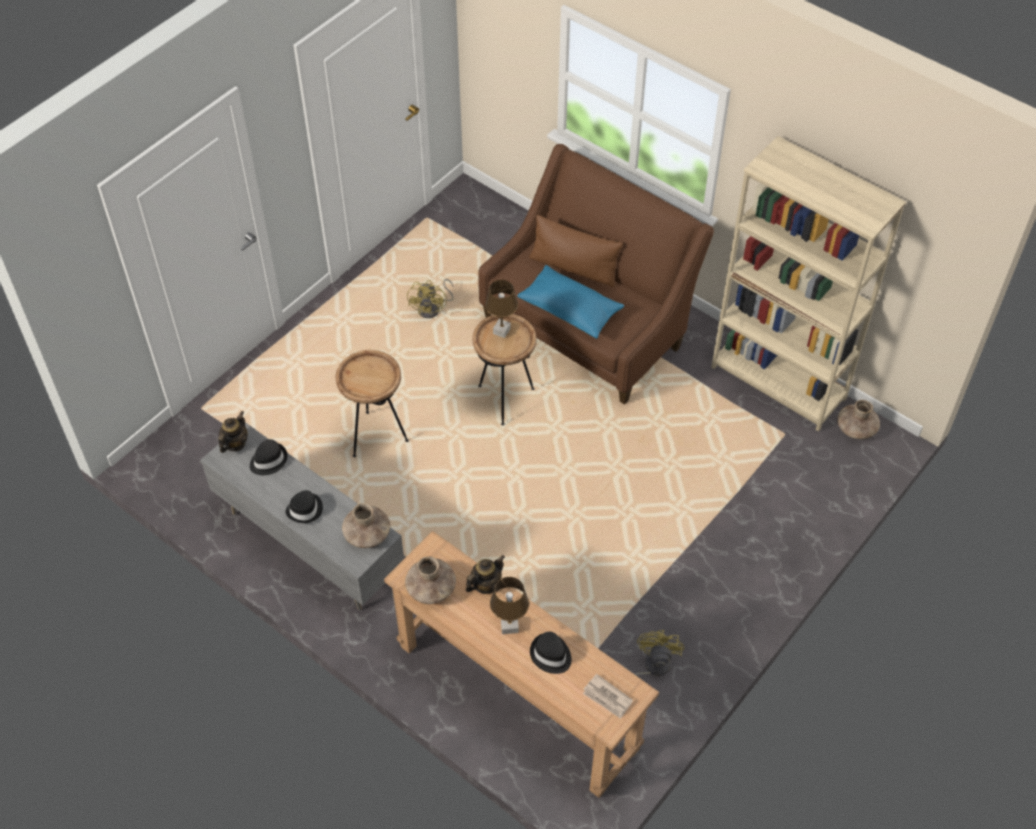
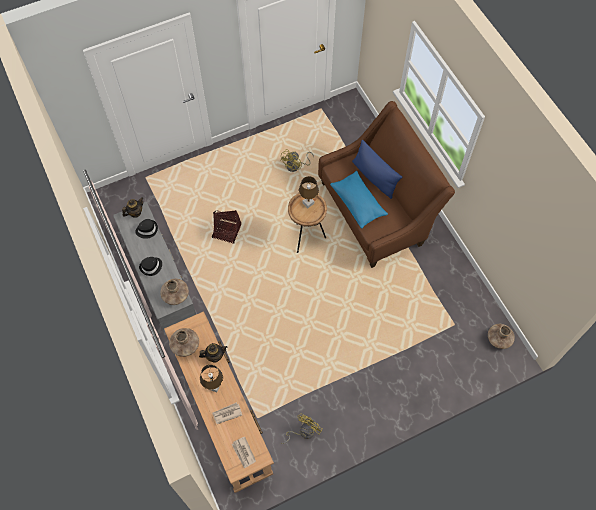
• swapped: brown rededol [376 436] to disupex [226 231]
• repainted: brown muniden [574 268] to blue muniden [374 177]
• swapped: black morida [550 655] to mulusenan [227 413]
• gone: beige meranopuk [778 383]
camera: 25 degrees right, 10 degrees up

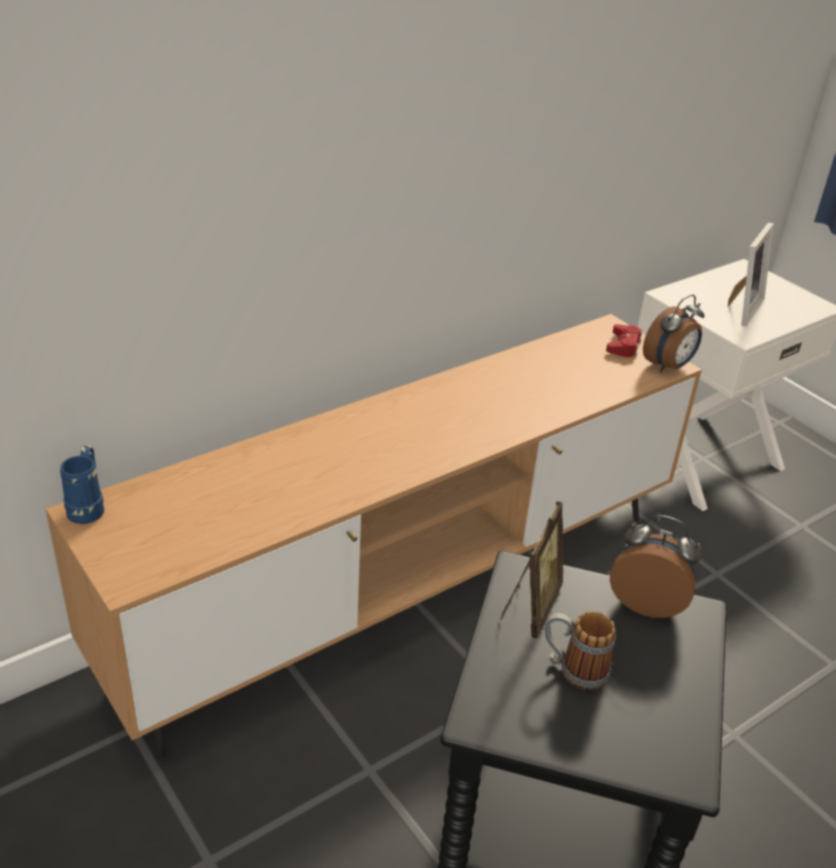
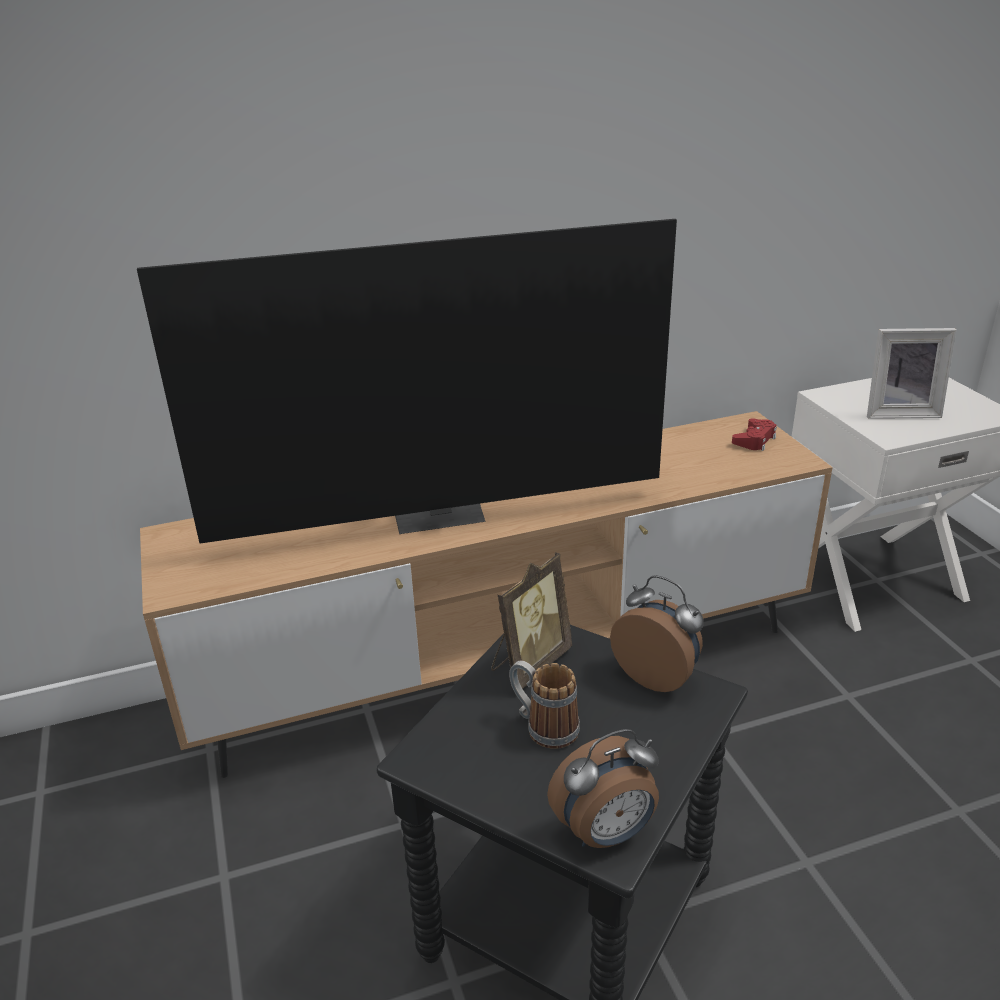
• gone: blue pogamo [88 507]
• shifted: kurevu [669 366] to [606 833]
• rotated: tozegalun [740 309] = [899 412] 45 degrees clockwise
• new: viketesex [438 512]
camera: 20 degrees right, 5 degrees down

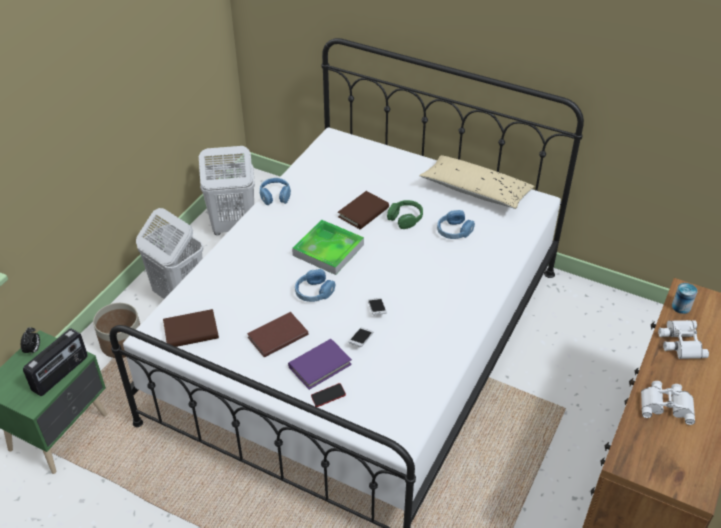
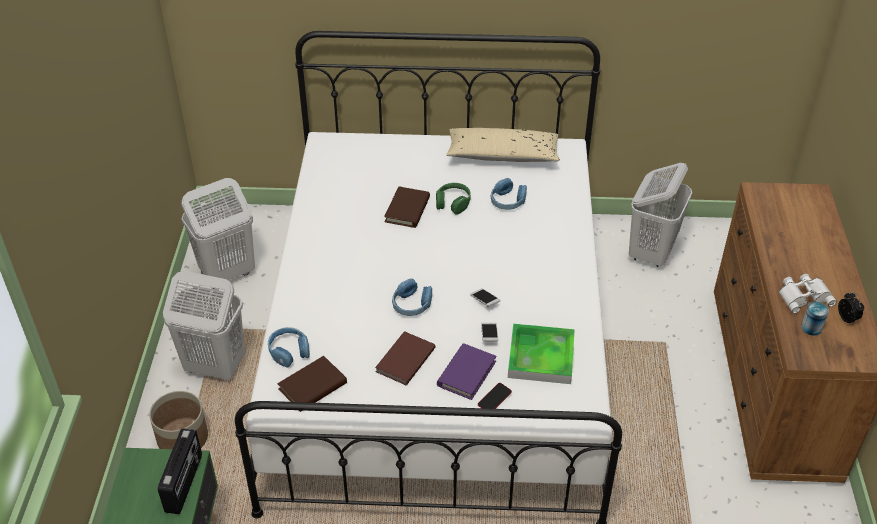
• shifted: kurevu [33 350] to [847 319]
• shifted: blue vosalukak [275 196] to [289 351]
• shifted: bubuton [328 250] to [541 357]
• gone: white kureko [680 342]
• shifted: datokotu [681 307] to [811 328]
• new: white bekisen [651 253]
camera: 25 degrees left, 0 degrees up

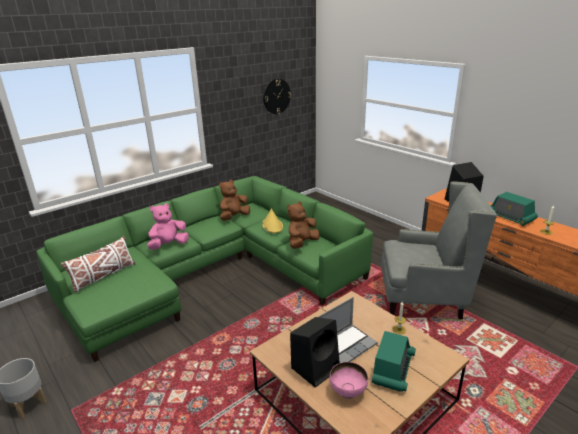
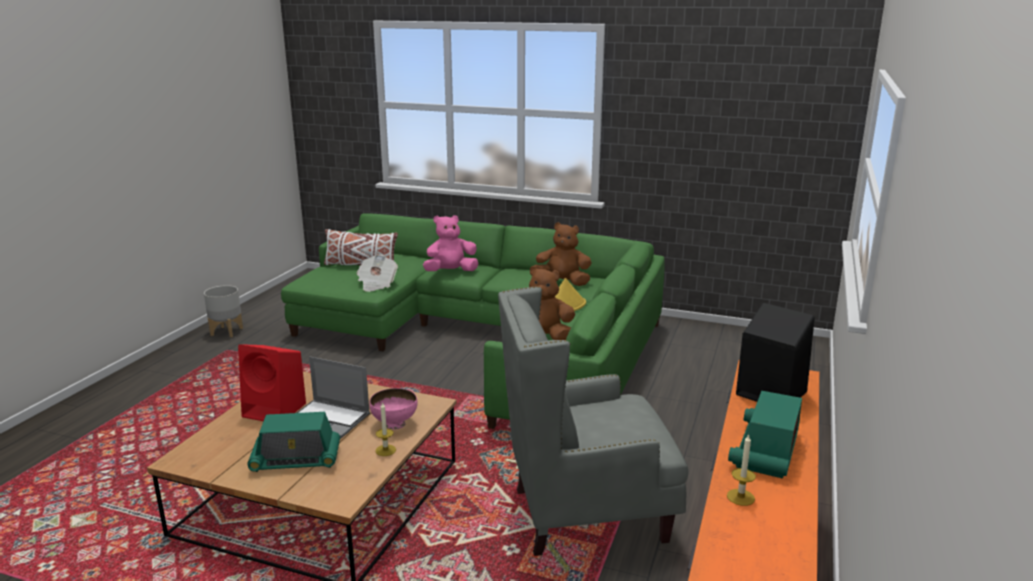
• rotated: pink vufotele [168 245] = [450 272] 45 degrees counterclockwise
• gone: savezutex [276 96]
• repainted: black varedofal [316 367] to red varedofal [276 410]
• shifted: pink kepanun [347 392] to [394 424]
• rotated: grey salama [422 301] = [586 516] 105 degrees clockwise
• new: mulusenan [377 284]
camera: 60 degrees right, 5 degrees down

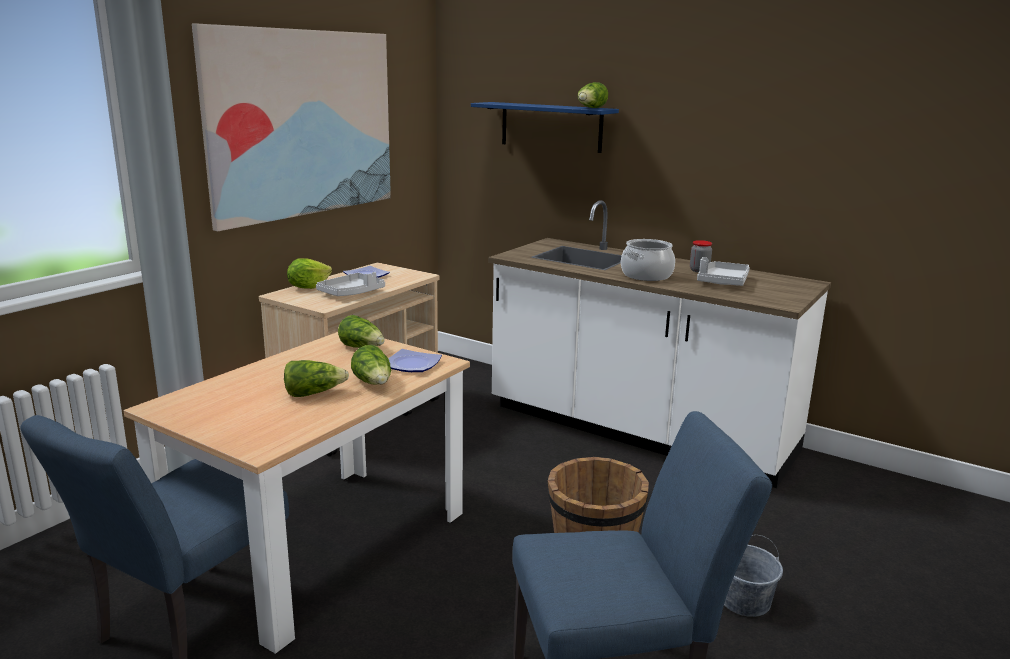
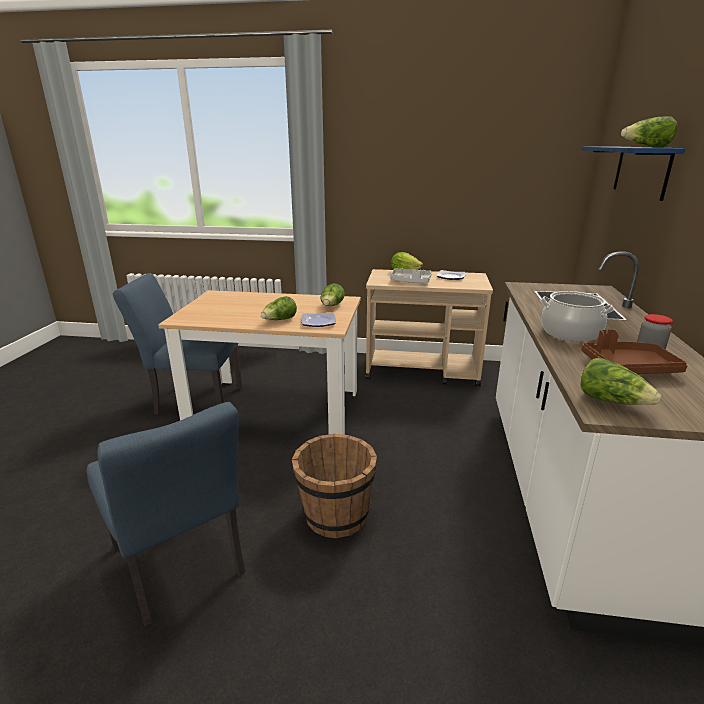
• gone: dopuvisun [303 124]
• shifted: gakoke [313 393] to [611 401]
• repainted: grey bubuton [722 282] to brown bubuton [628 367]
• gone: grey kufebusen [745 601]
camera: 65 degrees right, 5 degrees up

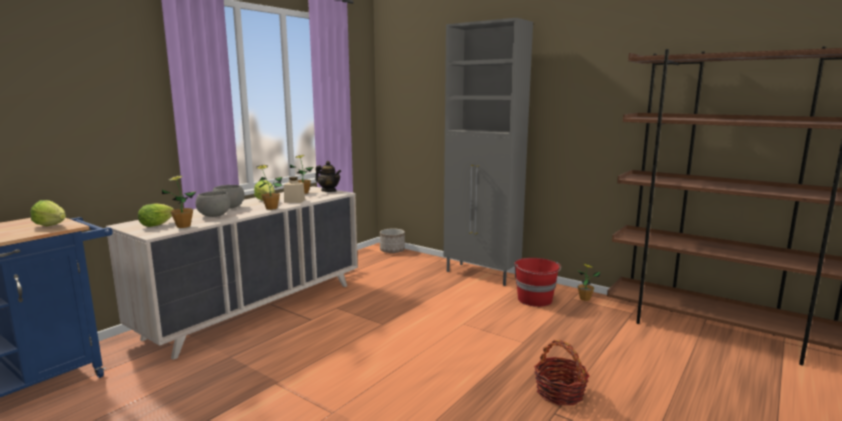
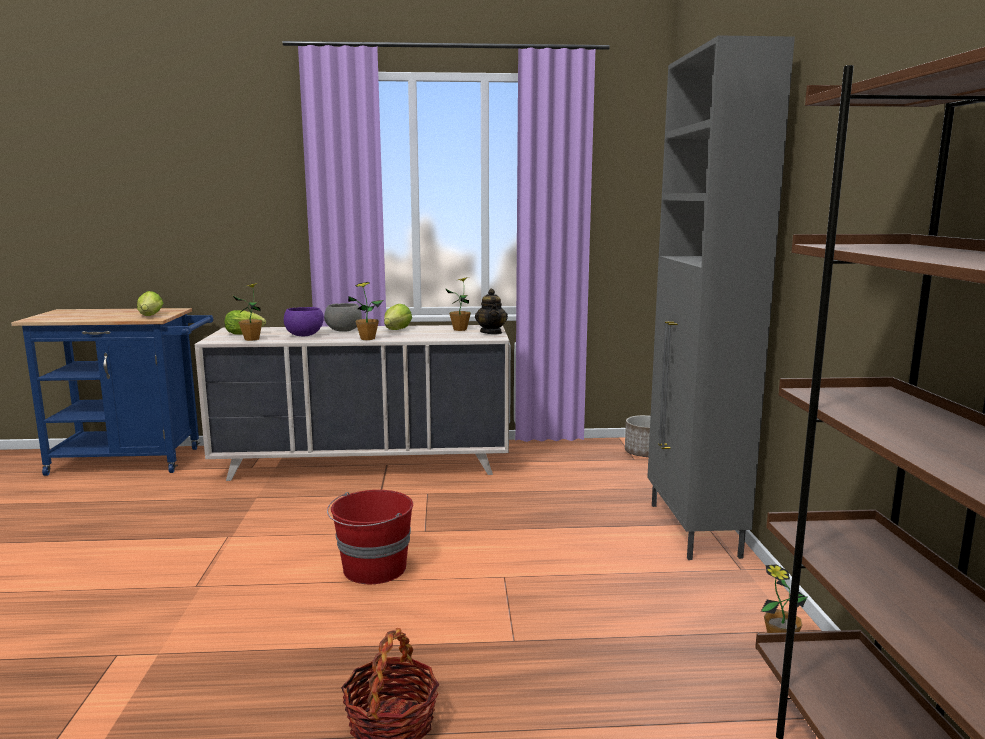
• repainted: grey kepanun [214 216] to purple kepanun [304 335]
• gone: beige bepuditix [294 201]
• shifted: red kufebusen [535 300] to [373 569]
camera: 50 degrees right, 0 degrees up

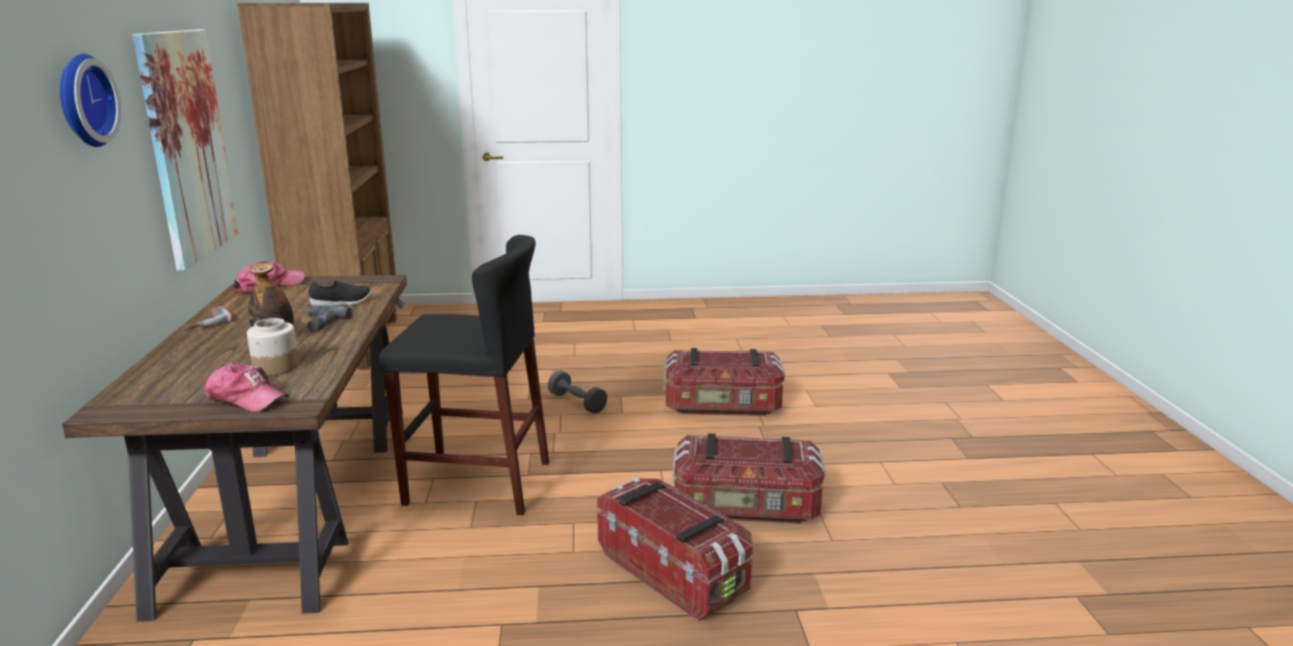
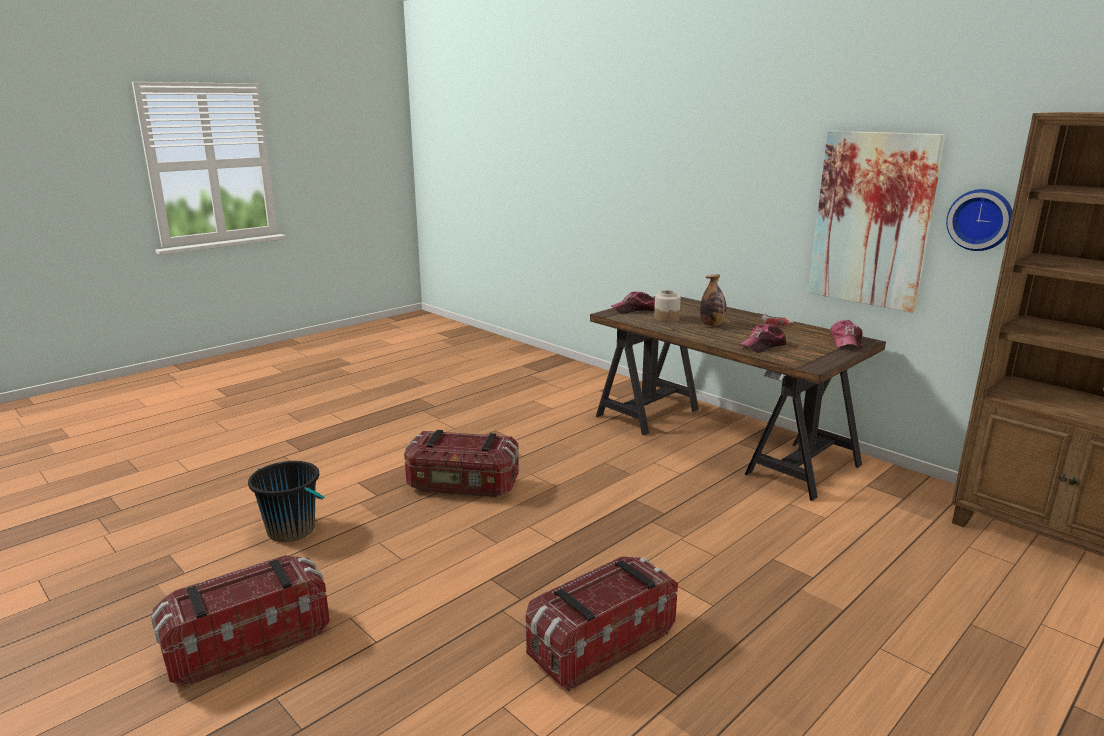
• shifted: savezutex [82 101] to [981 219]
• gone: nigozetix [318 323]
• swapped: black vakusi [341 303] to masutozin [763 346]
• gone: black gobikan [477 483]
• gone: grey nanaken [577 403]
• shifted: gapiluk [746 508] to [247 641]
• new: black kufebusen [291 530]
camera: 140 degrees right, 0 degrees up

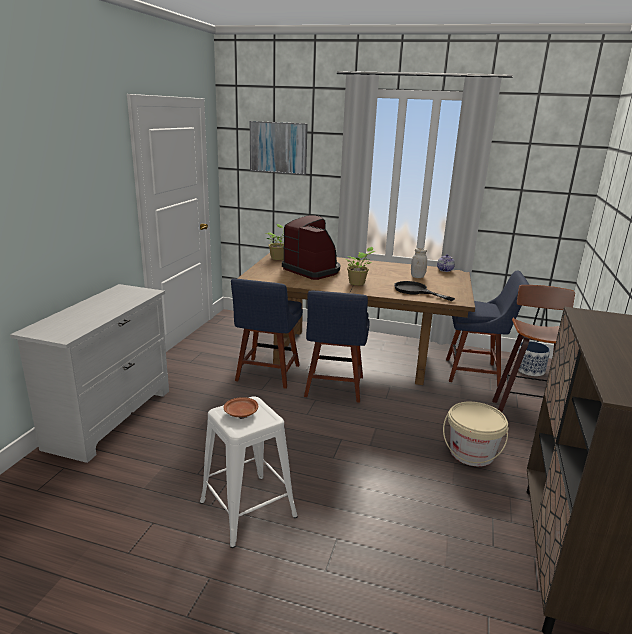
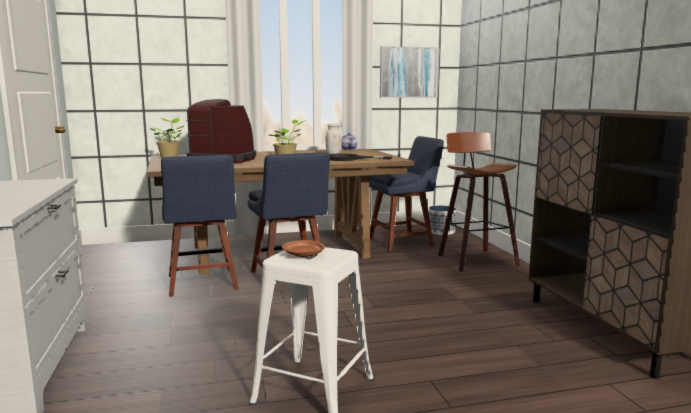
• shifted: dopuvisun [278 147] to [408 72]
• gone: beige kufebusen [471 453]
camera: 30 degrees left, 10 degrees down

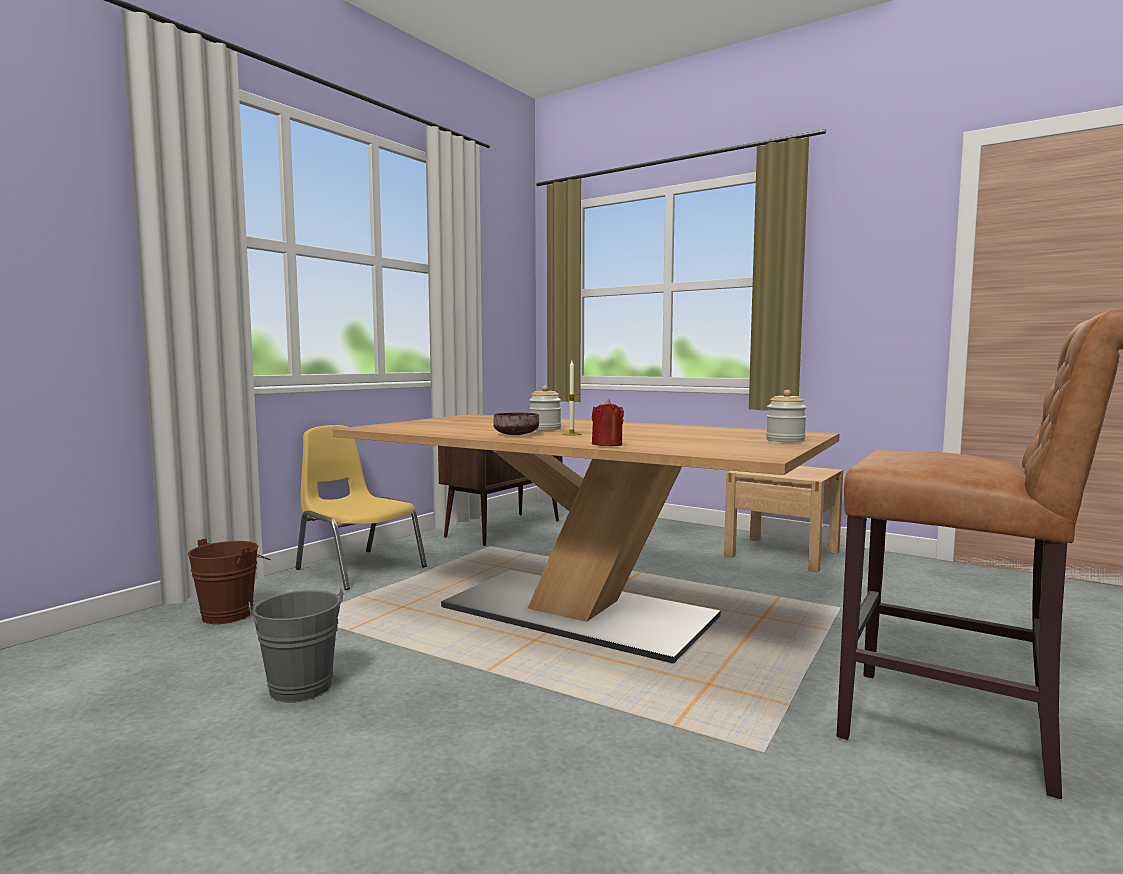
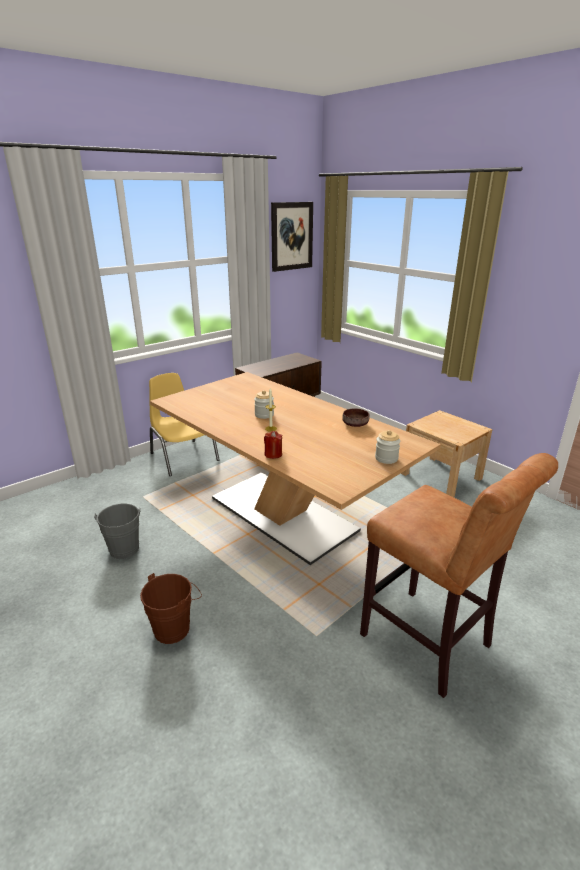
• shifted: brown kufebusen [232 613] to [175 627]
• shifted: brown kepanun [516 435] to [355 424]
• new: dopuvisun [291 236]
camera: 15 degrees right, 20 degrees up

